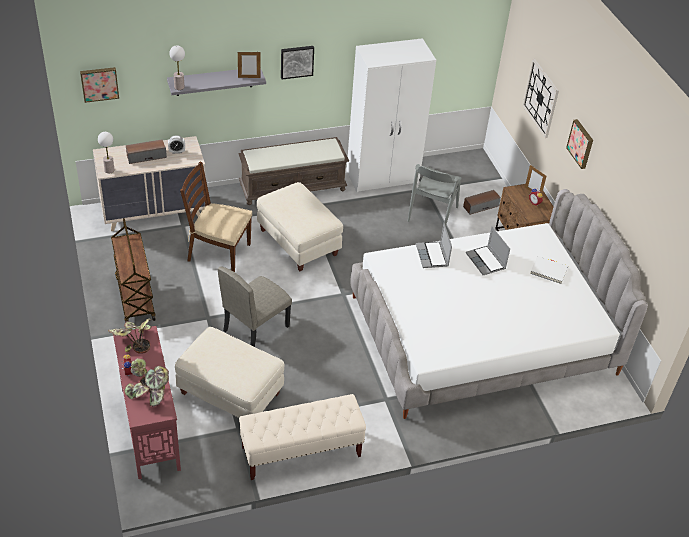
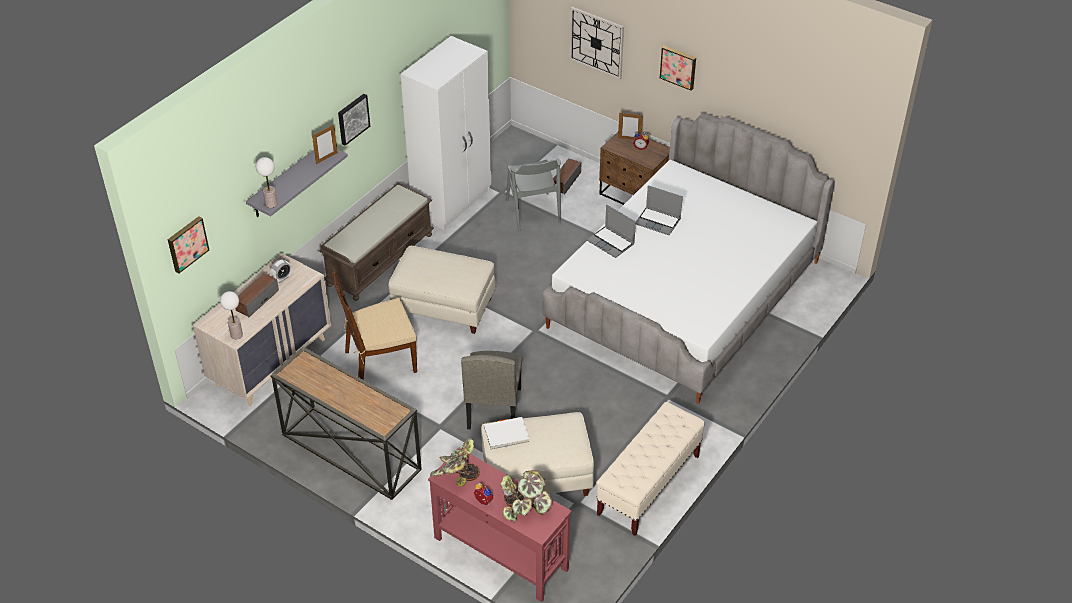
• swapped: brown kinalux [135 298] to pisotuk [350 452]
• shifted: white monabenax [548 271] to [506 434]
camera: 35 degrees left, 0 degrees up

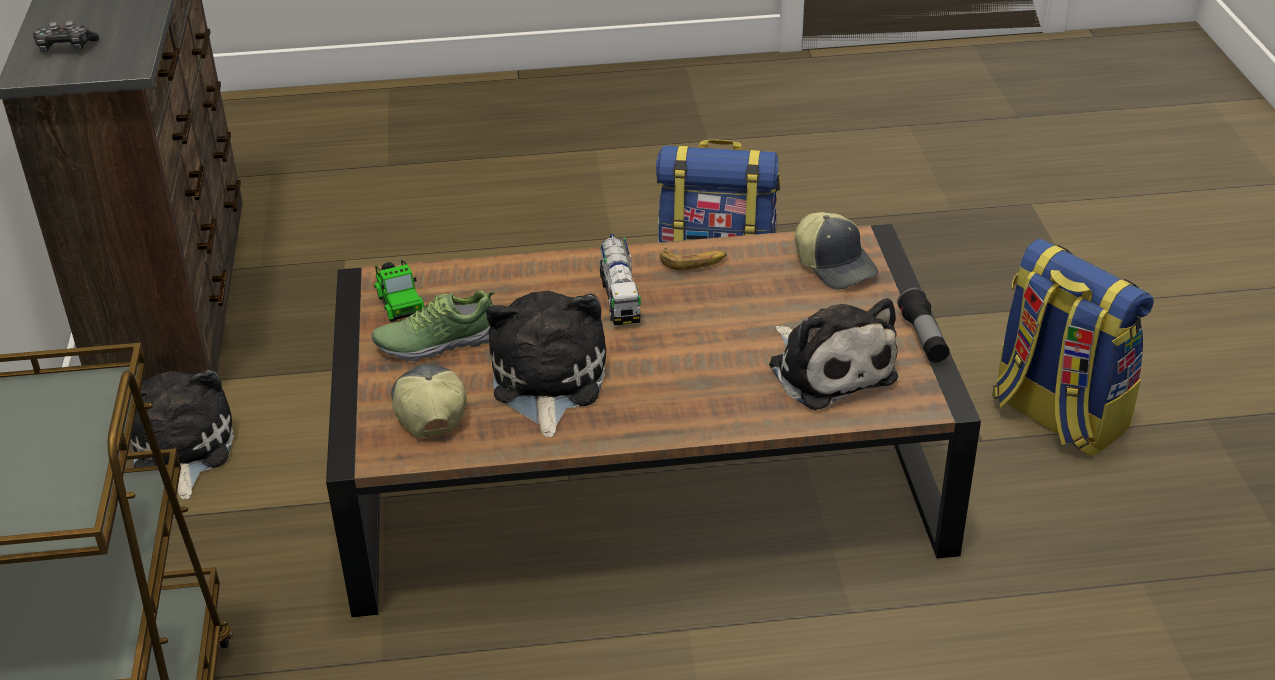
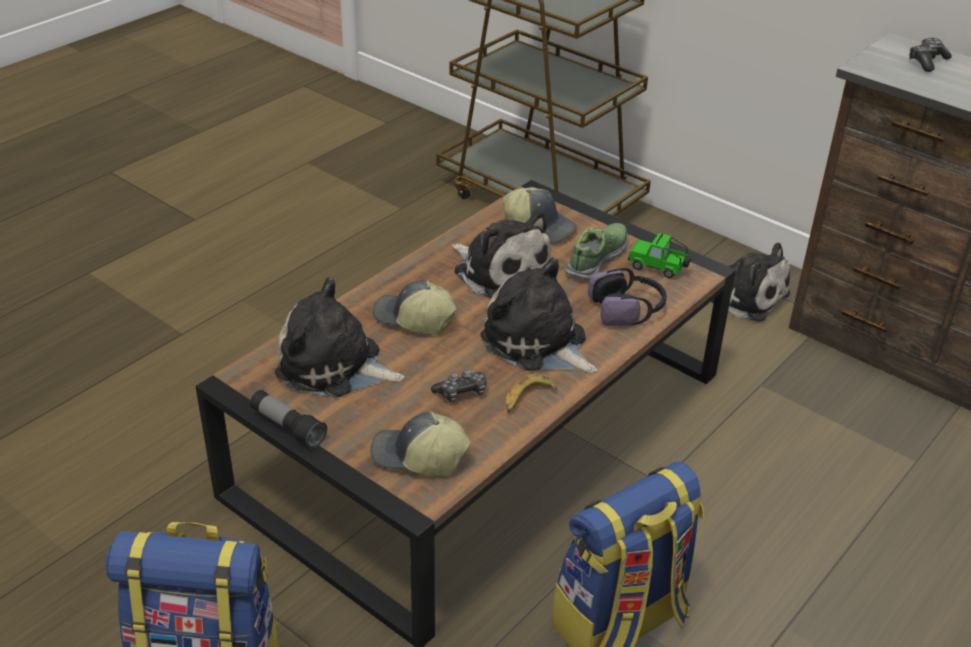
• swapped: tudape [619 297] to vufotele [537 343]
• new: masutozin [413 319]
• new: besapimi [461 393]
• new: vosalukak [628 310]
camera: 135 degrees right, 0 degrees up

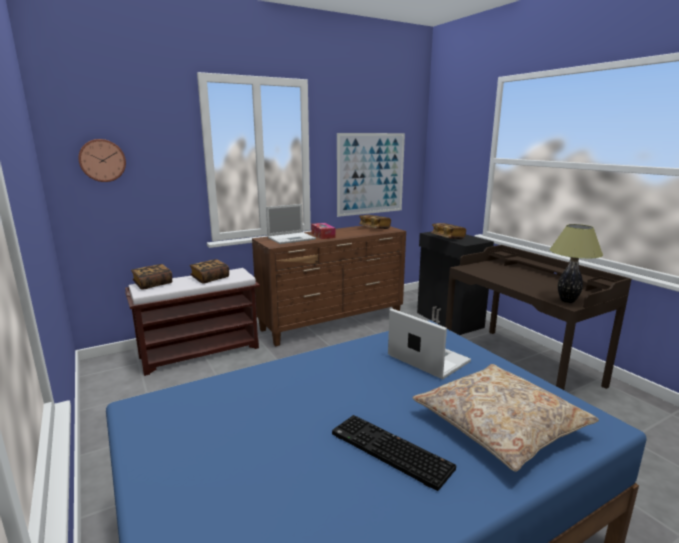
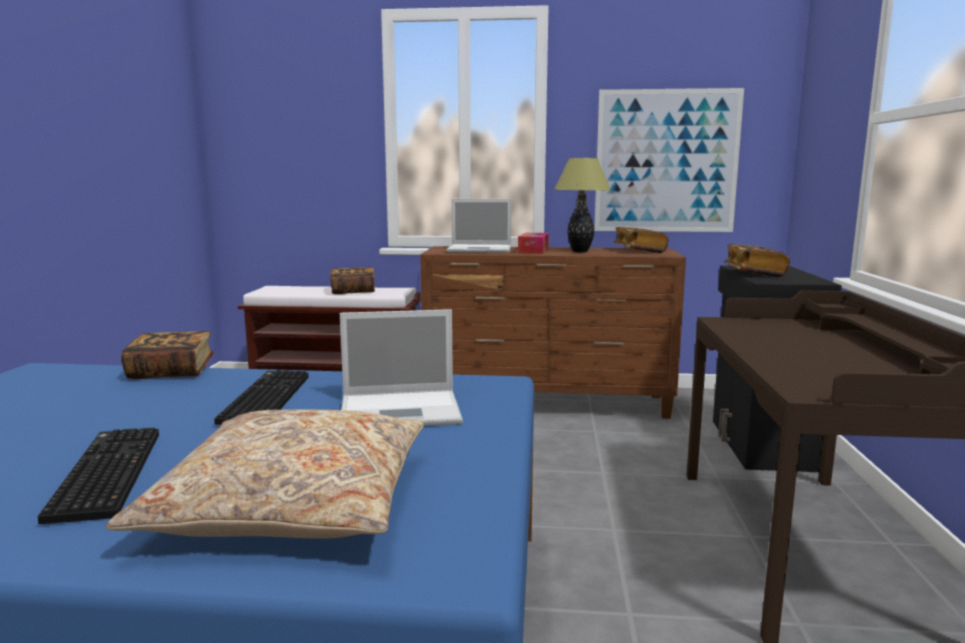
• gone: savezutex [102 160]
• shifted: monabenax [153 284] to [171 372]
• rotated: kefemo [427 358] = [402 410] 90 degrees clockwise
• shifted: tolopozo [567 301] to [580 251]
• new: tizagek [264 398]
camera: 35 degrees right, 5 degrees down

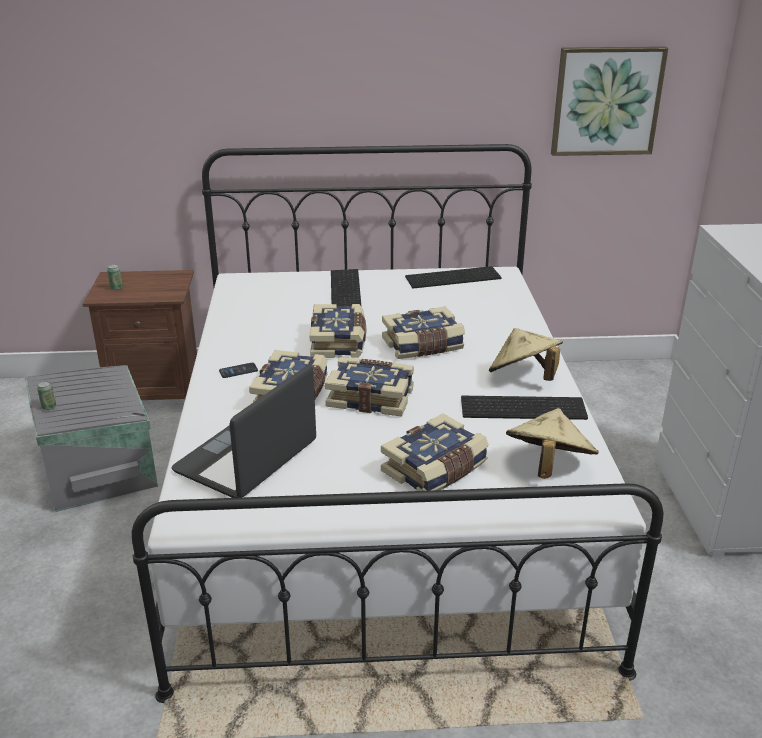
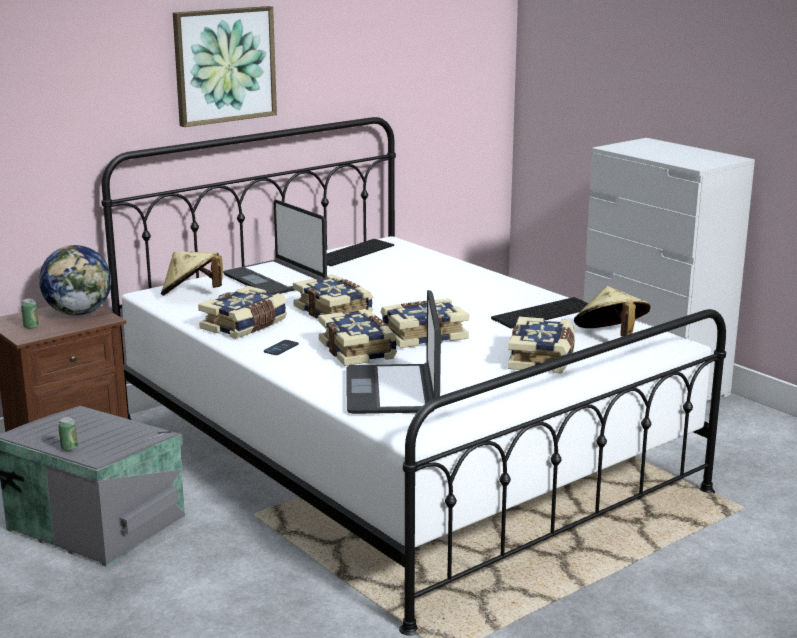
• swapped: tizagek [347 290] to kefemo [276 279]
• shifted: monabenax [423 346] to [245 326]
• shifted: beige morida [523 377] to [191 294]
• shifted: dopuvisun [606 101] to [224 65]
• new: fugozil [79 313]
camera: 35 degrees left, 10 degrees down

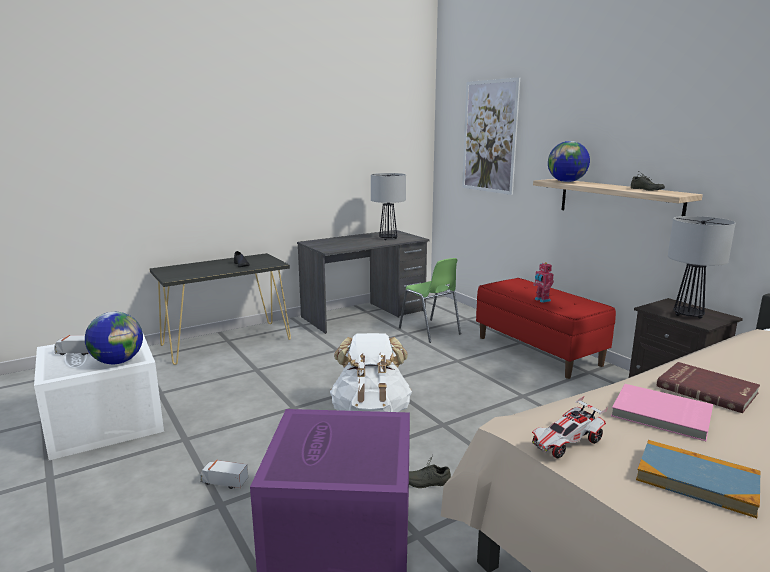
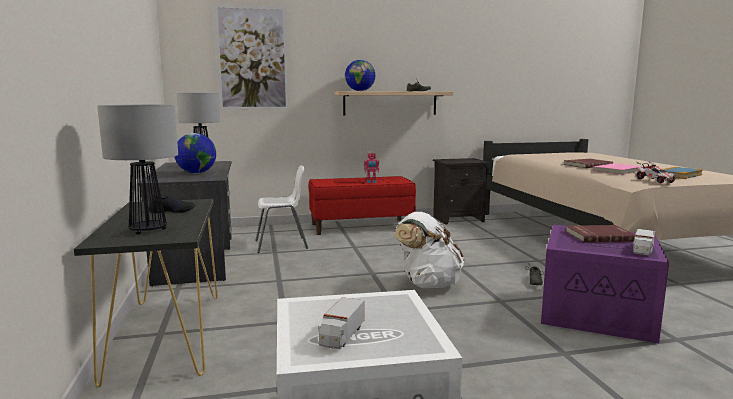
• shifted: fugozil [118 361] to [196 173]
• shifted: tudape [223 482] to [642 251]
• repainted: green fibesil [430 331] to white fibesil [282 245]
• shifted: tolopozo [687 315] to [147 230]
• new: red monabenax [599 236]
camera: 70 degrees left, 5 degrees down

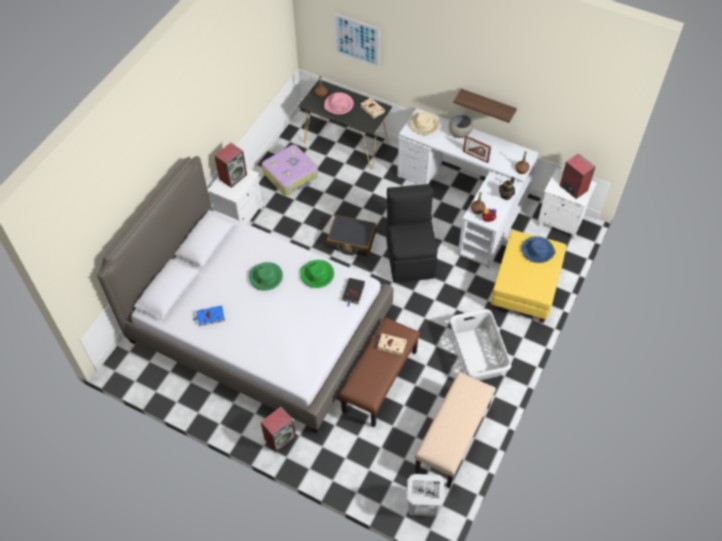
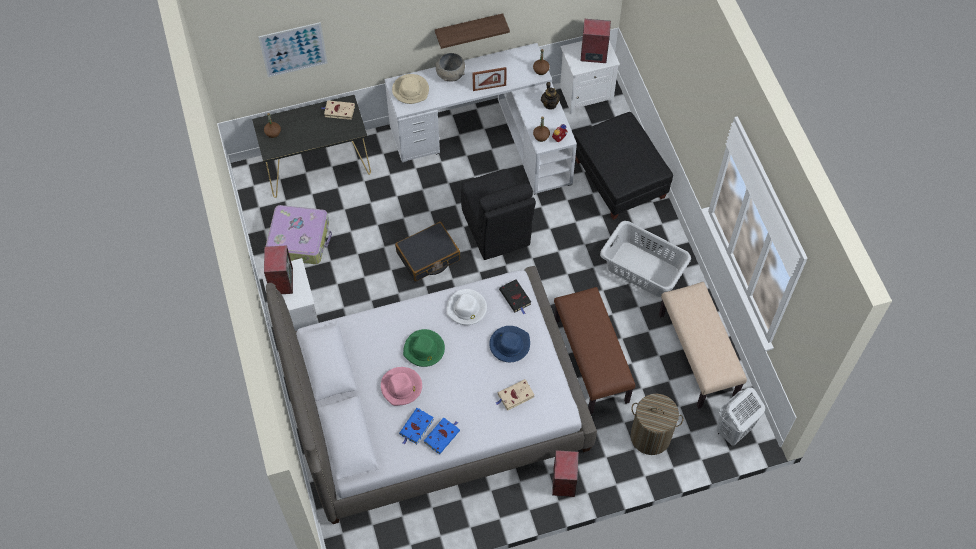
• repainted: green morida [317 275] to white morida [466 309]
• shifted: pink morida [339 105] to [401 387]
• shifted: beige monabenax [391 345] to [515 396]
• rotated: black fibesil [410 257] = [496 229] 150 degrees counterclockwise
• repainted: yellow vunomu [525 288] to black vunomu [619 179]
• shifted: blue morida [537 251] to [509 345]
• new: blue monabenax [442 436]
• new: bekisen [650 436]
camera: 45 degrees left, 5 degrees up

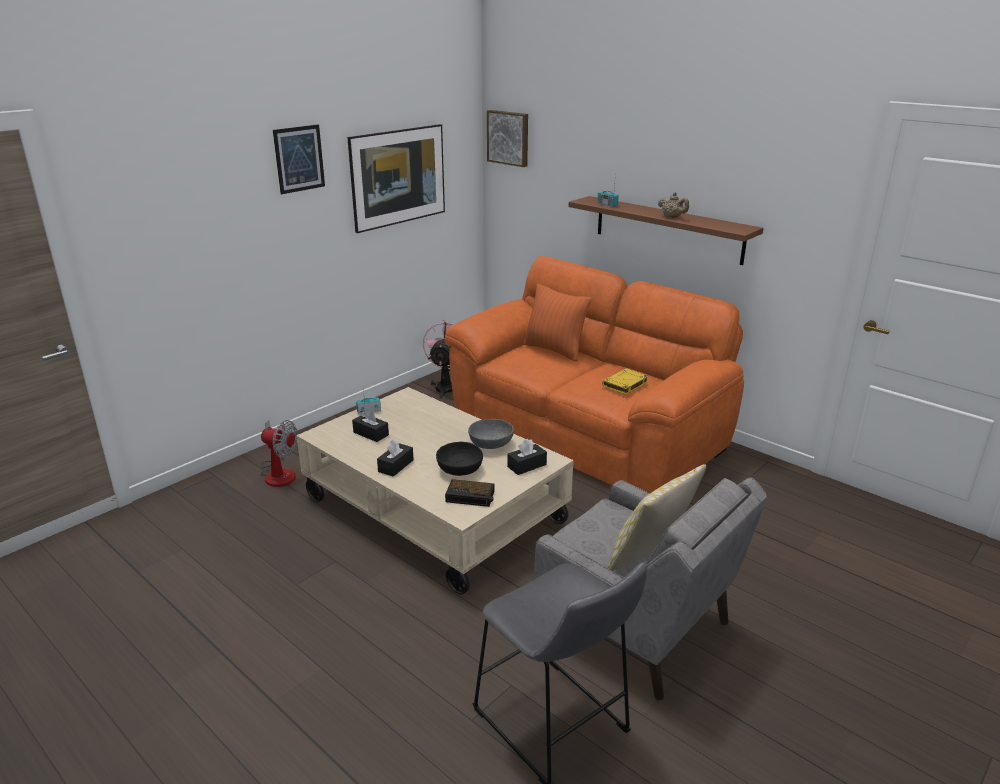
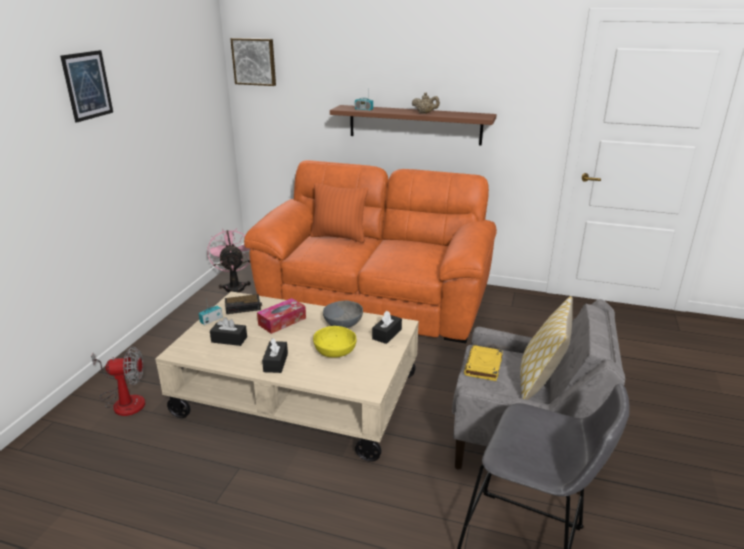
• gone: dopuvisun [400 199]
• repainted: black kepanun [459 470] to yellow kepanun [334 352]
• shifted: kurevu [471 496] to [243 307]
• shifted: yellow monabenax [625 384] to [483 366]
• new: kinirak [282 321]
camera: 25 degrees left, 0 degrees up

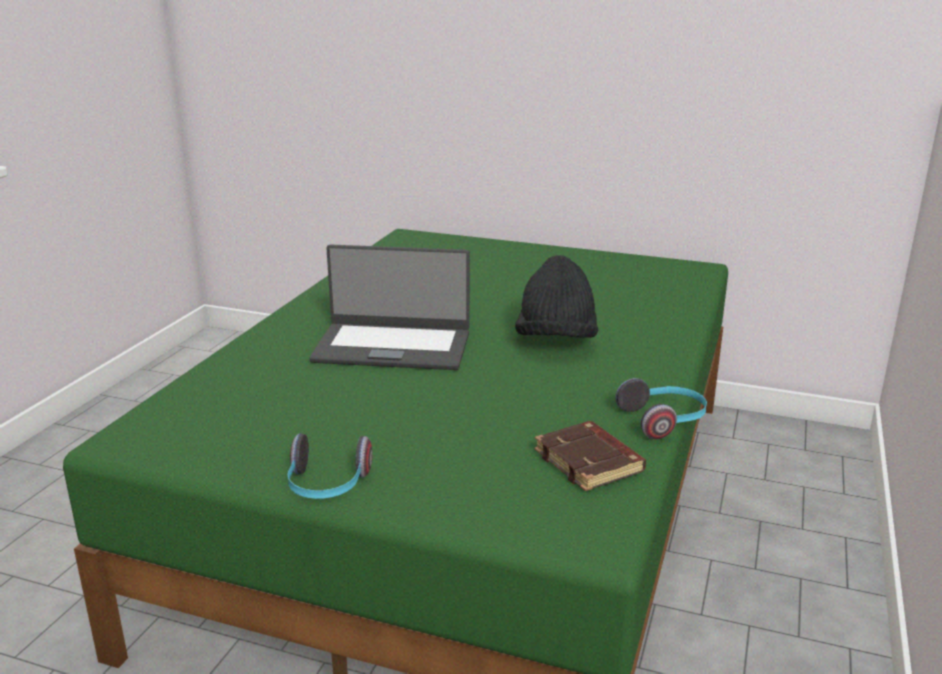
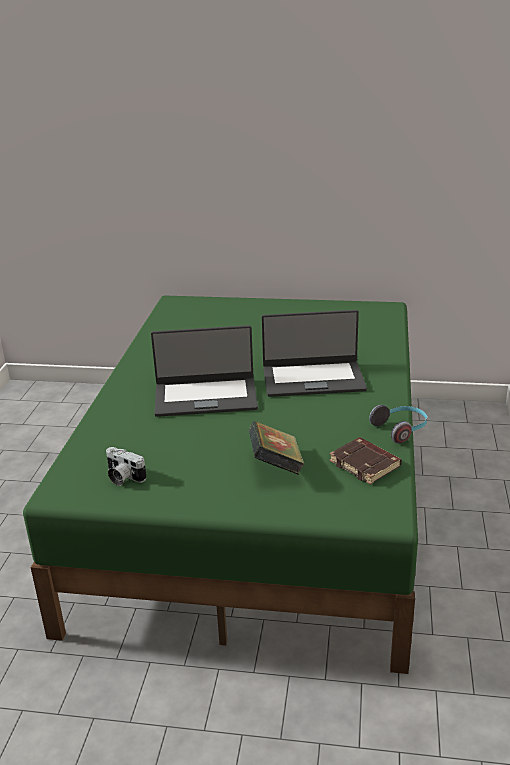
• gone: vosalukak [327 486]
• swapped: black morida [556 341] to kefemo [313 378]
• new: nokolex [123 477]
• new: monabenax [276 466]
camera: 10 degrees left, 5 degrees up

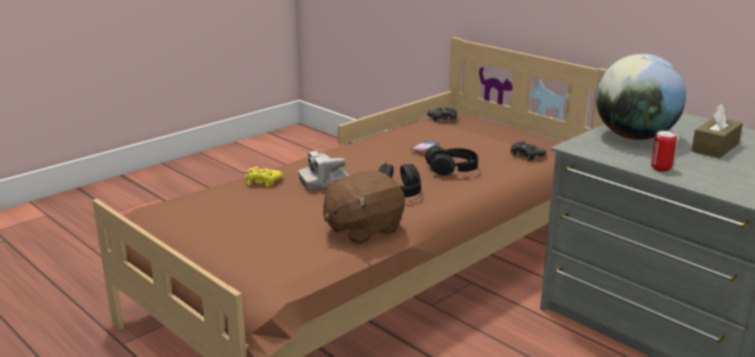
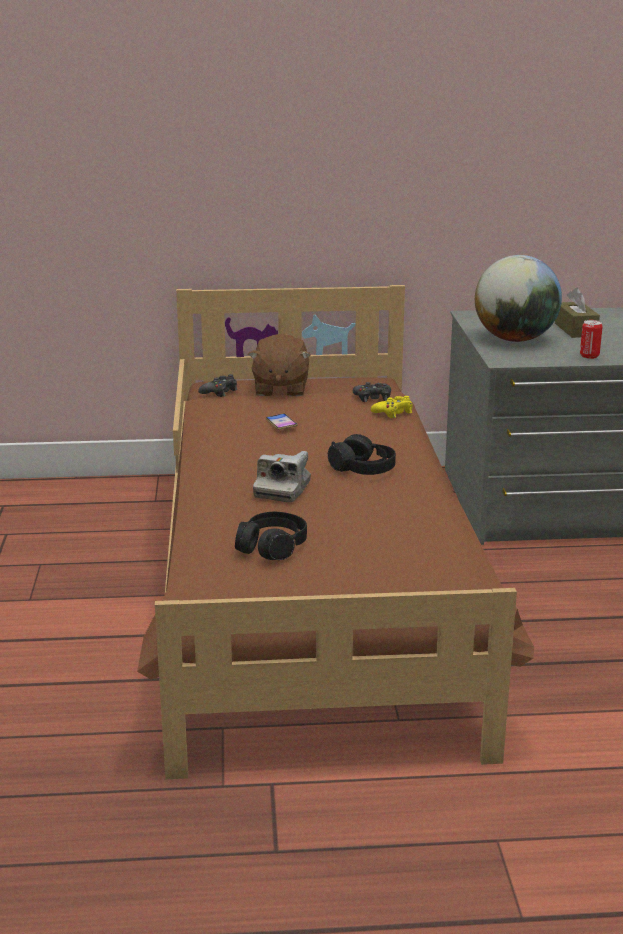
• shifted: yellow besapimi [262 181] to [393 412]
• shifted: brown vufotele [362 229] to [280 389]
• shifted: black vosalukak [452 169] to [272 547]
camera: 50 degrees left, 0 degrees up

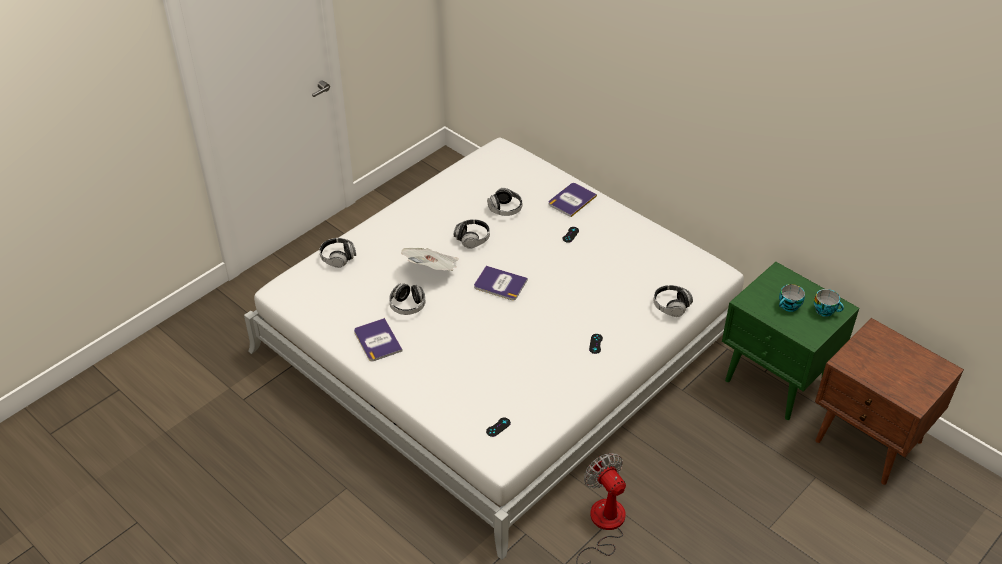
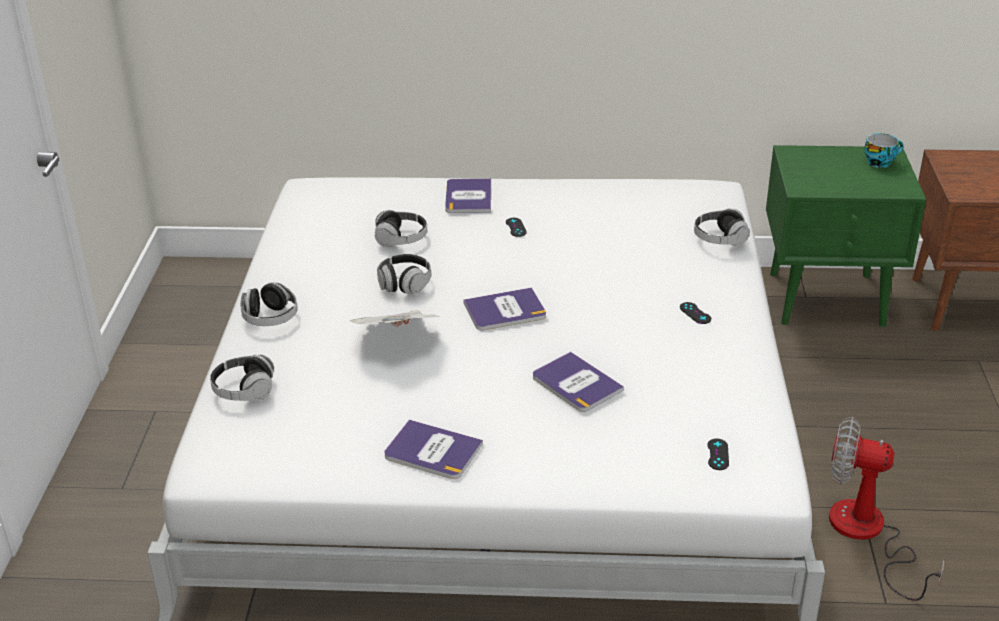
• shifted: vosalukak [407 306] to [270 318]
• gone: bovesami [789 307]
• new: monabenax [576 383]
camera: 40 degrees left, 10 degrees down

